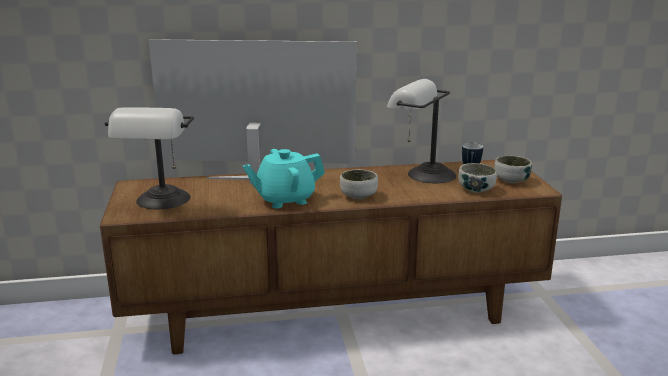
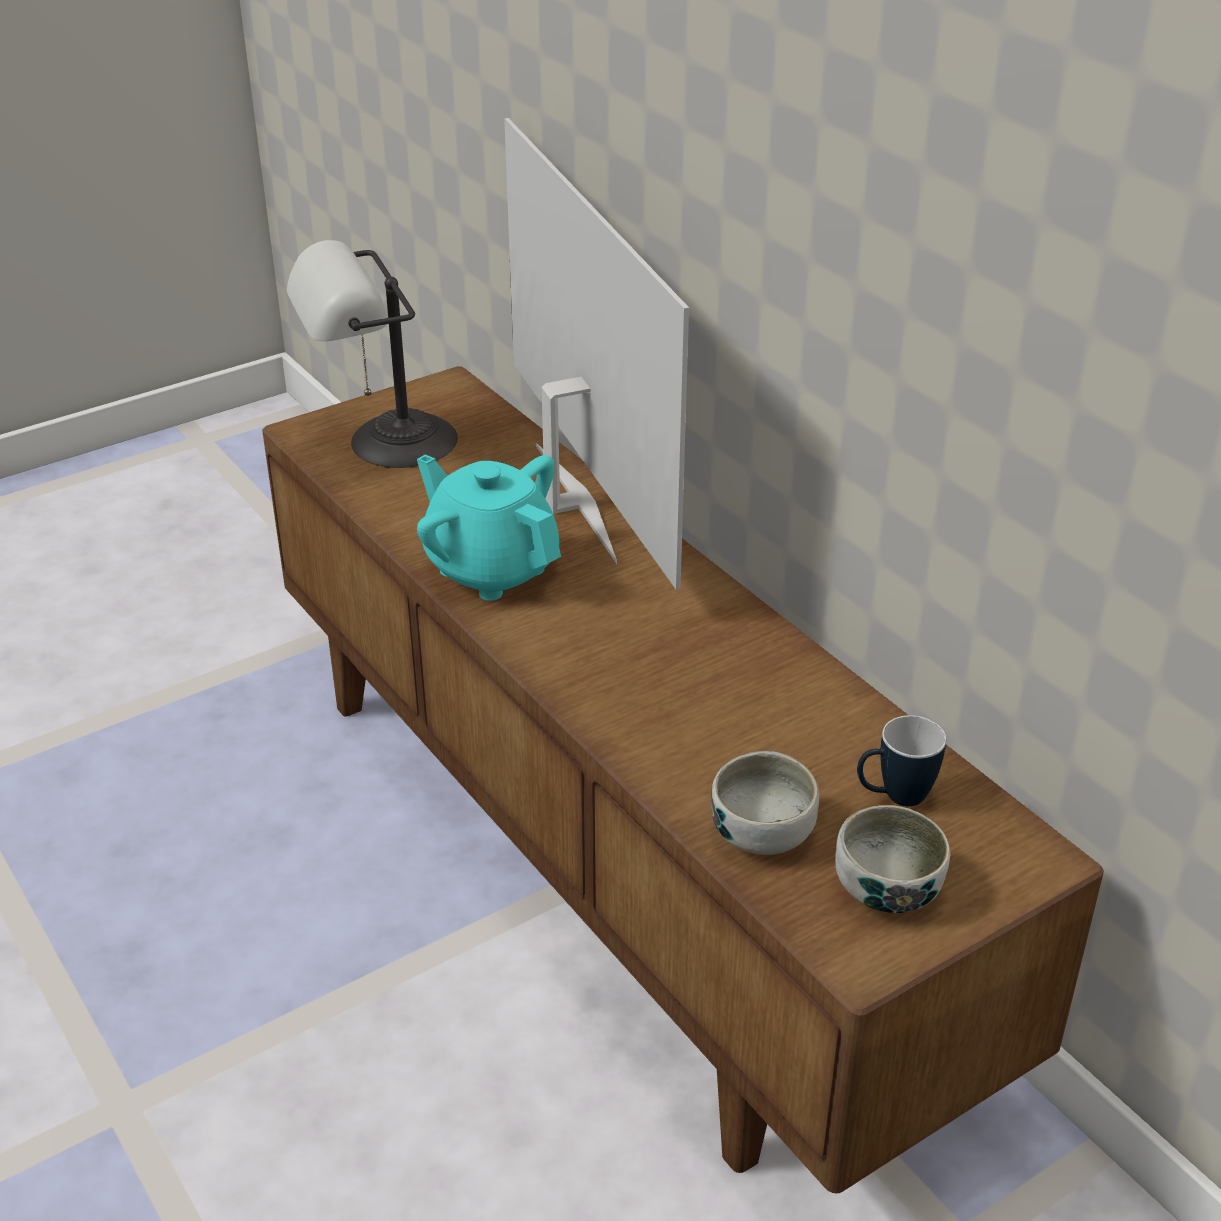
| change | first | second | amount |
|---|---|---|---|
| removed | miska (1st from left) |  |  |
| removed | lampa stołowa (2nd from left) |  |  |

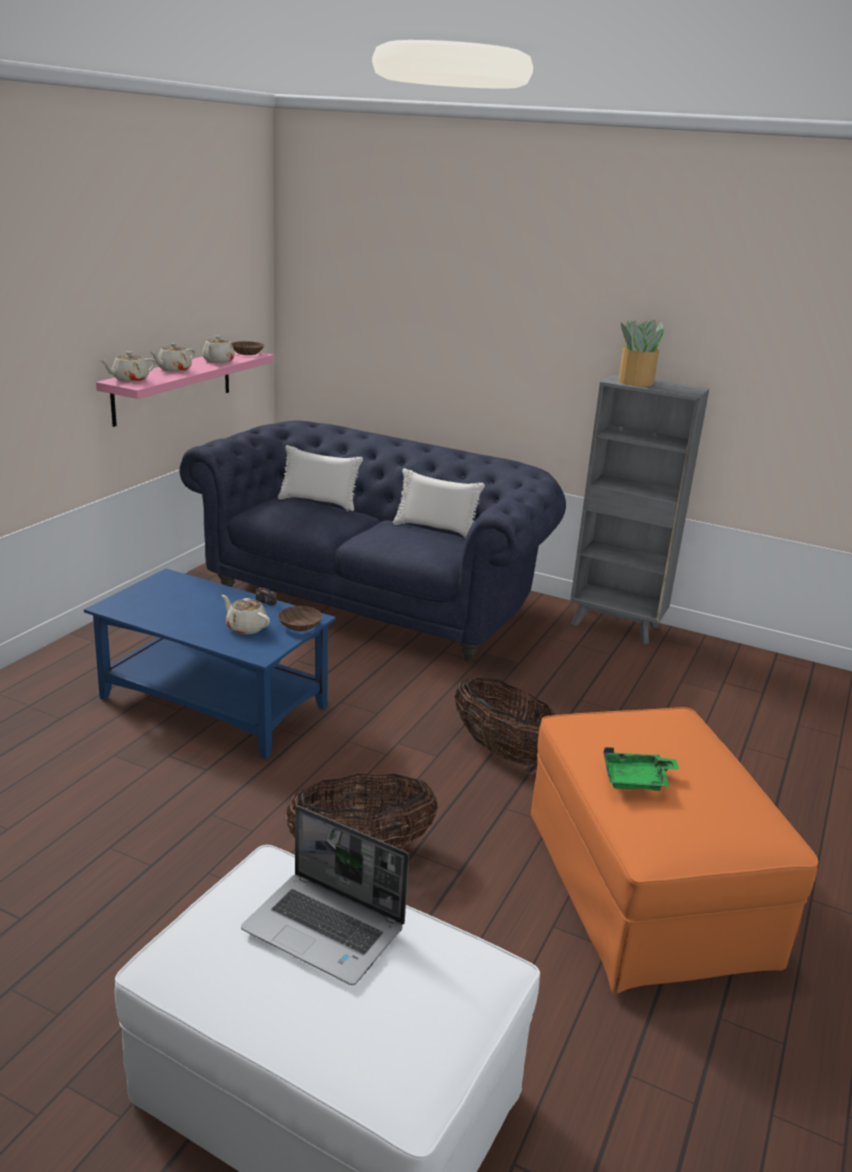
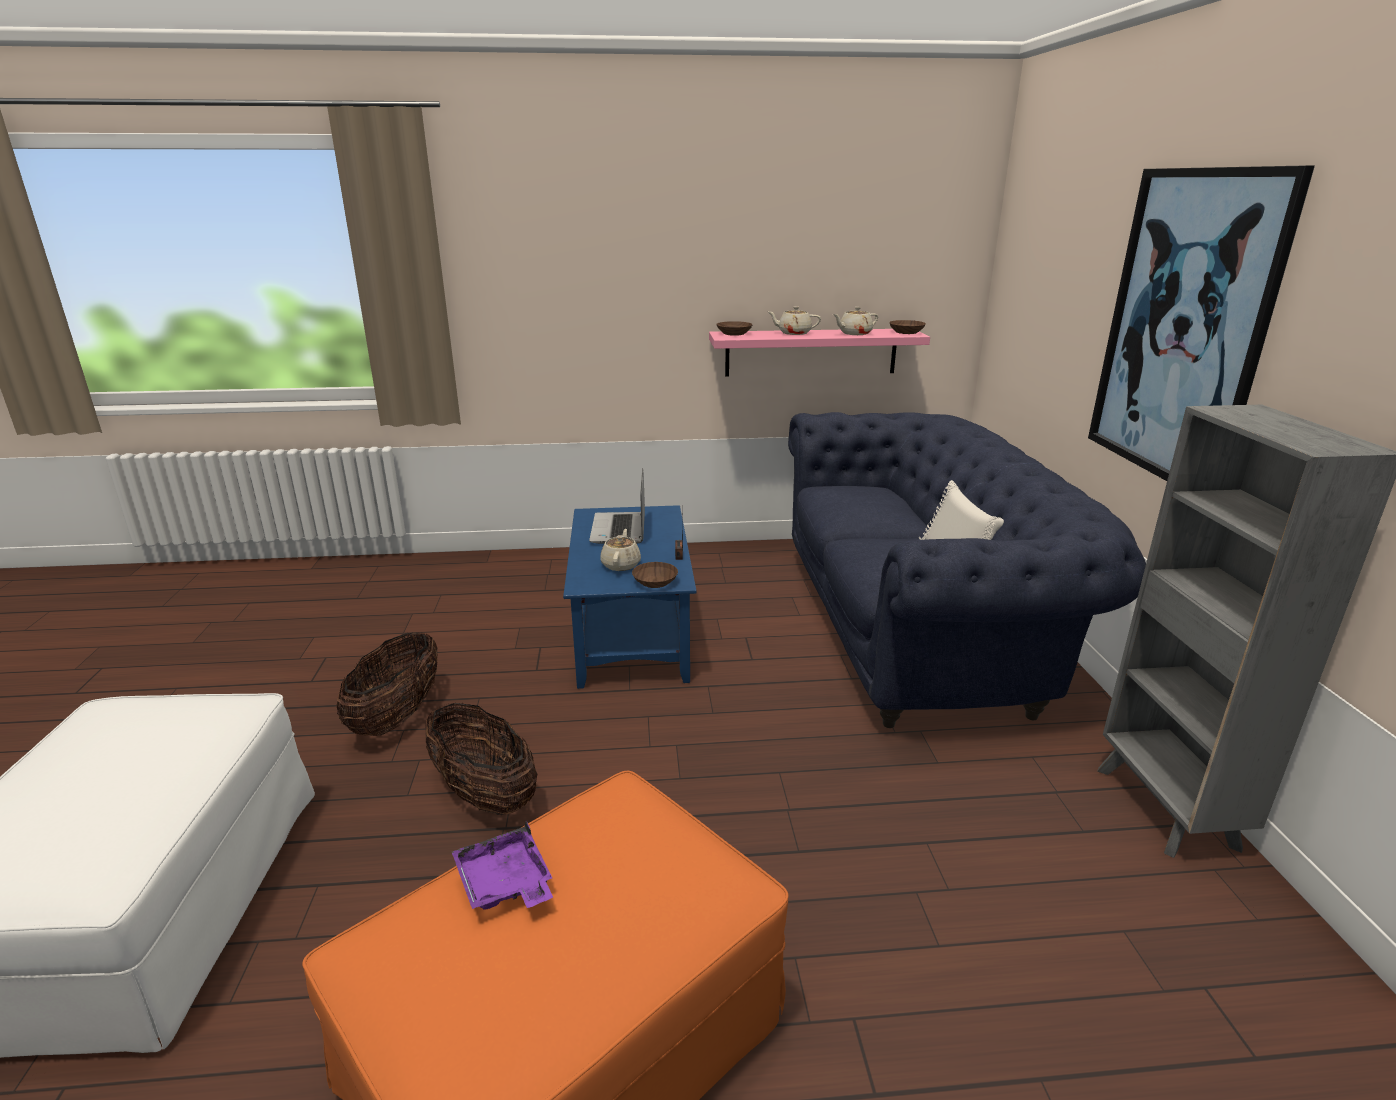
| change | first | second | amount |
|---|---|---|---|
| replaced | imbryk (beżowy) (1st from left) | miska (brązowy) (2nd from left) |  |
| moved | laptop |  |  |
| removed | poduszka (biały) (1st from left) |  |  |
| moved | koszyk (2nd from left in the first image) | koszyk (1st from left) |  |
| recoloured | taca (zielony) | taca (fioletowy) |  |
| removed | roślina doniczkowa |  |  |
| added |  | obraz |  |

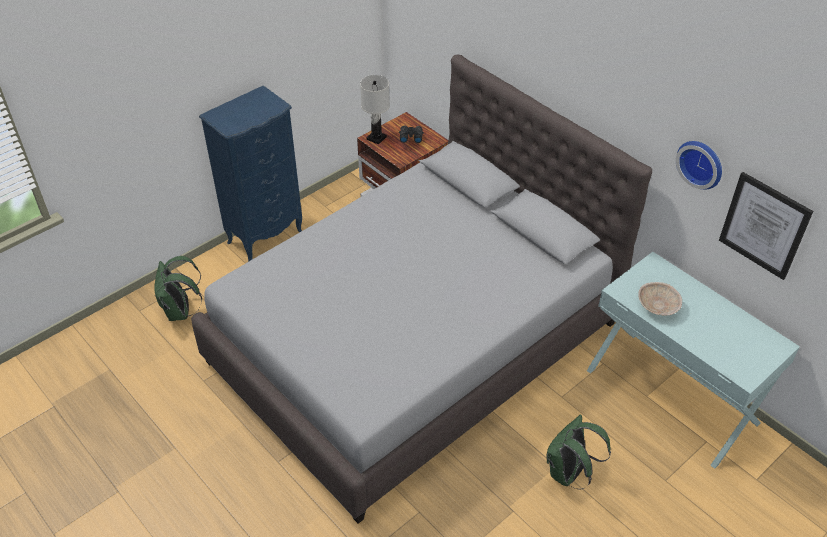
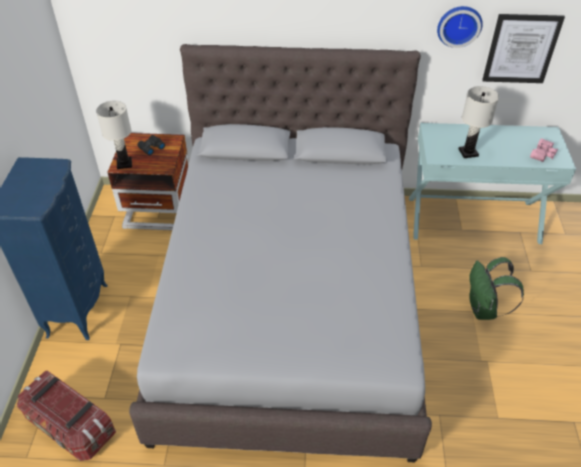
| change | first | second | amount |
|---|---|---|---|
| replaced | plecak (zielony) (1st from left) | pojemnik do przechowywania |  |
| replaced | miska (beżowy) | lampa stołowa (biały) (2nd from left) |  |
| added |  | lornetka (różowy) |  |

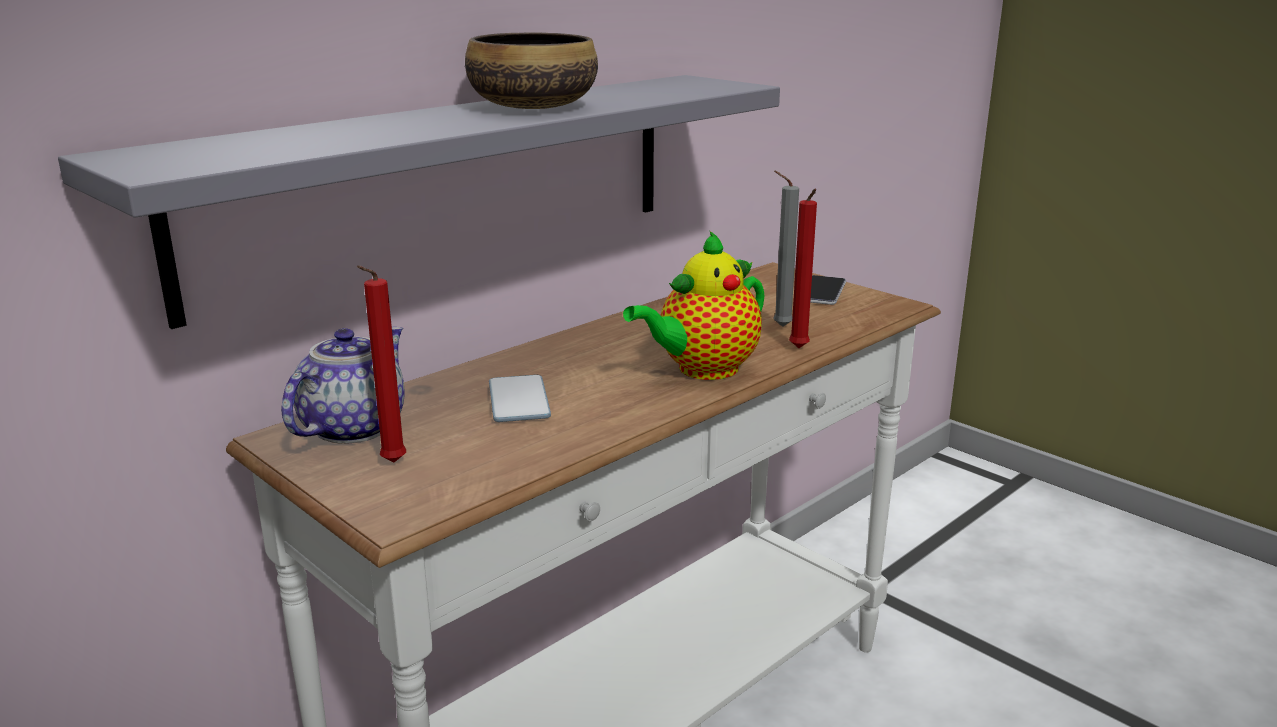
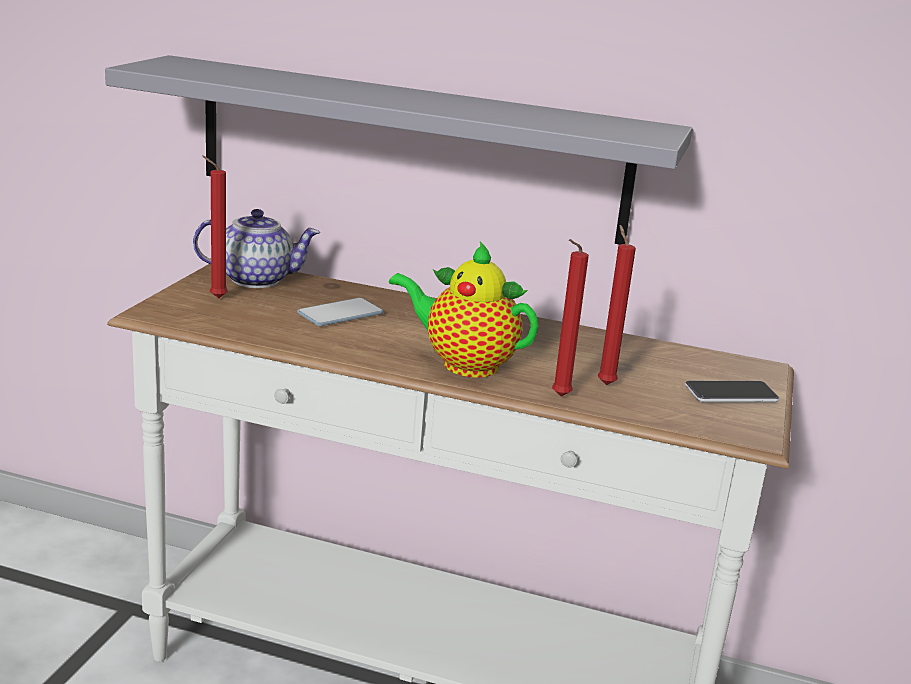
| change | first | second | amount |
|---|---|---|---|
| removed | miska |  |  |
| recoloured | świeca (szary) | świeca (czerwony) (3rd from left) |  |

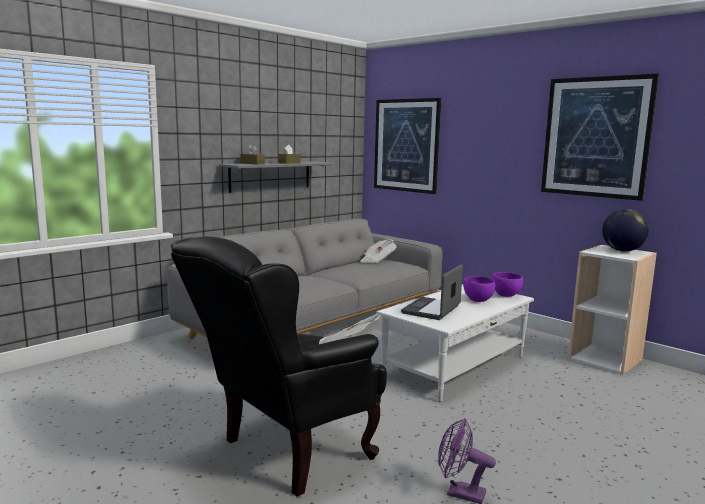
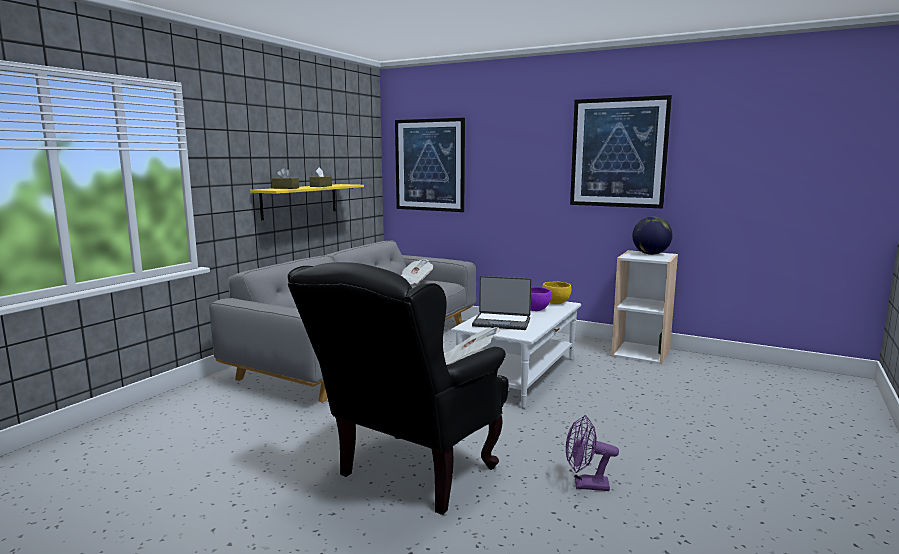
| change | first | second | amount |
|---|---|---|---|
| recoloured | półka (szary) | półka (żółty) |  |
| turned | laptop |  | 90 degrees counterclockwise |
| recoloured | miska (fioletowy) (2nd from left) | miska (żółty) |  |

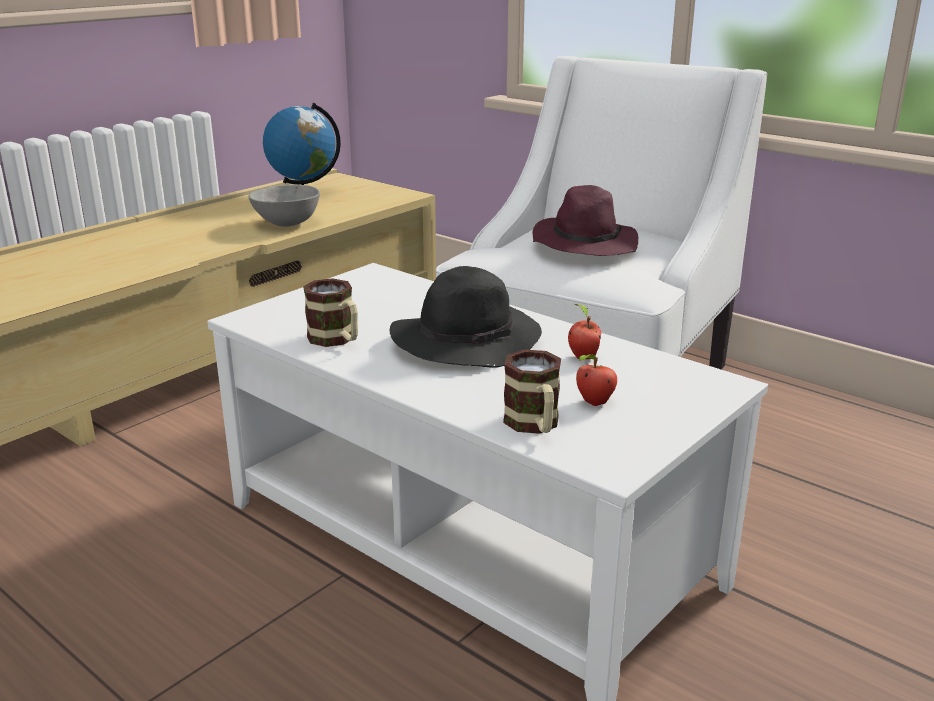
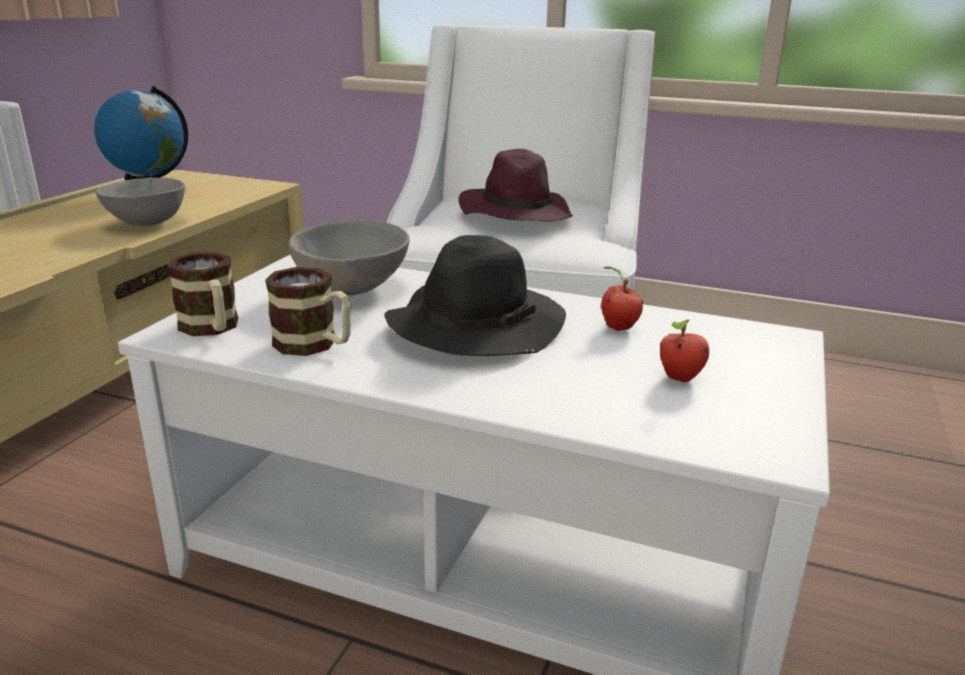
| change | first | second | amount |
|---|---|---|---|
| moved | kubek (2nd from left in the first image) | kubek (1st from left) |  |
| added |  | miska (szary) (2nd from left) |  |

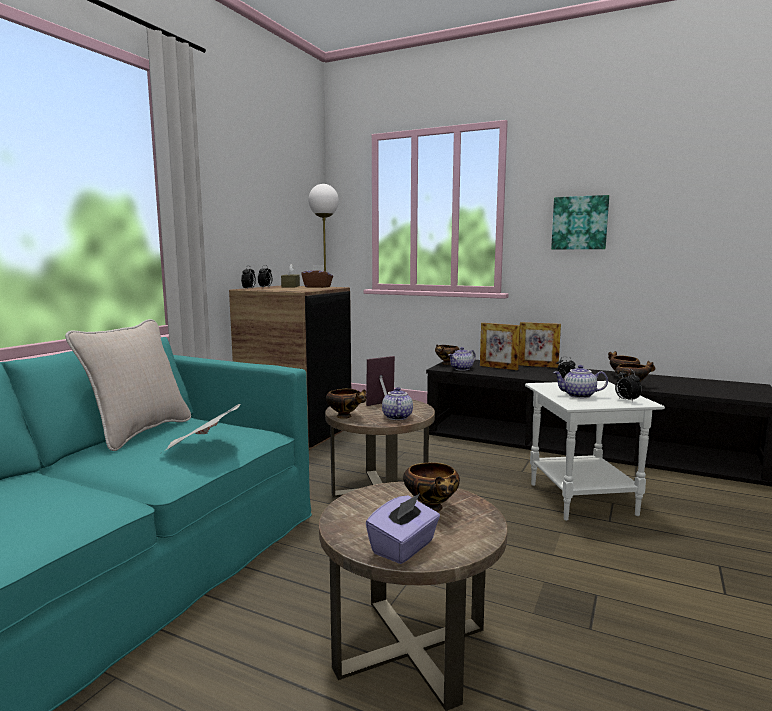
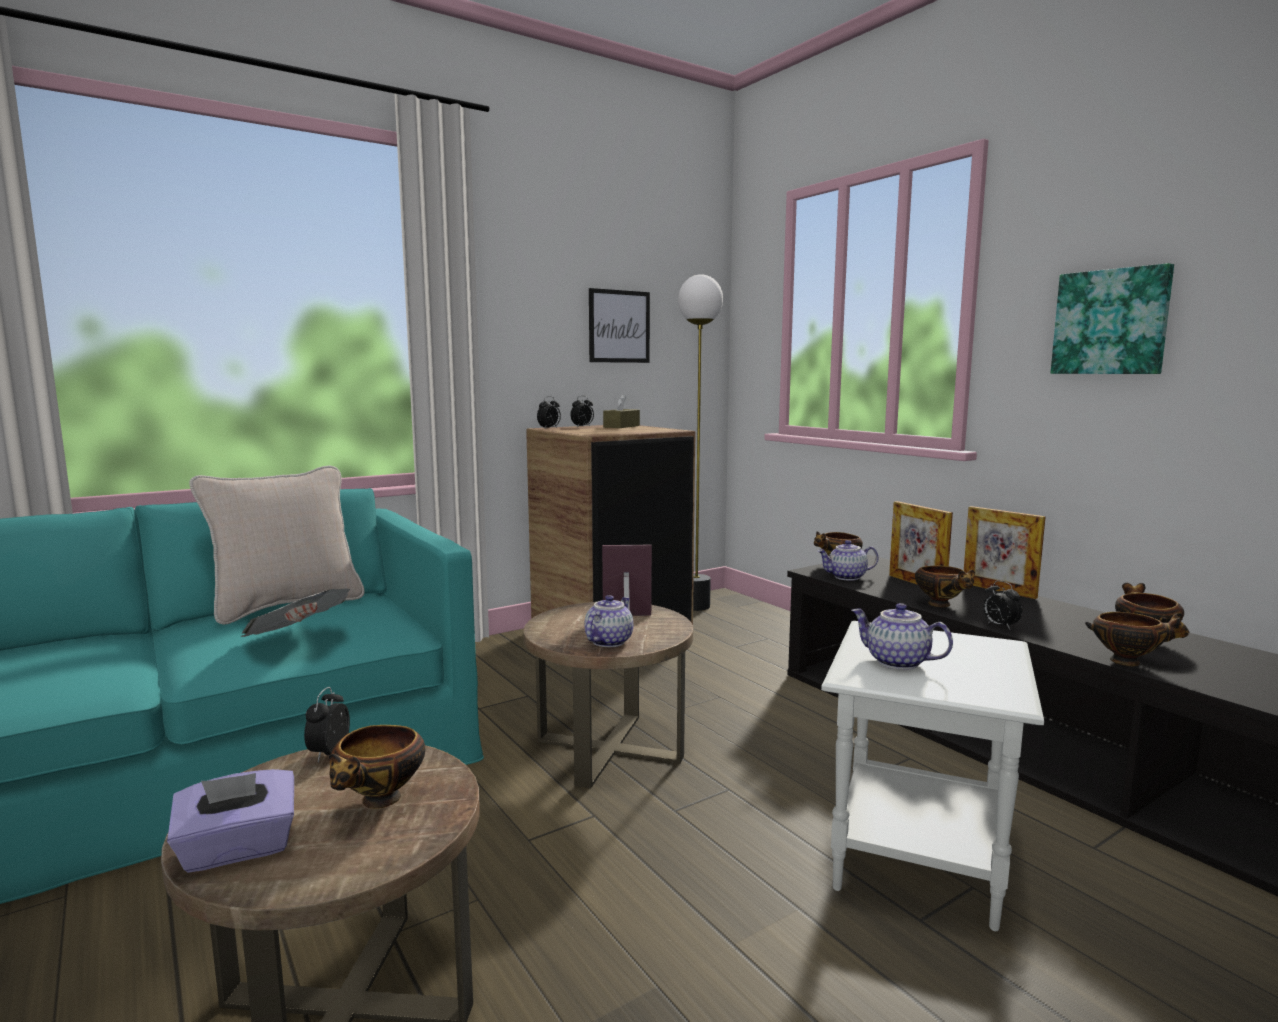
| change | first | second | amount |
|---|---|---|---|
| removed | pudełko chusteczek (brązowy) (2nd from left) |  |  |
| moved | miska (1st from left in the first image) | miska (3rd from left) |  |
| moved | budzik (4th from left in the first image) | budzik (1st from left) |  |
| added |  | obraz (1st from left) |  |

